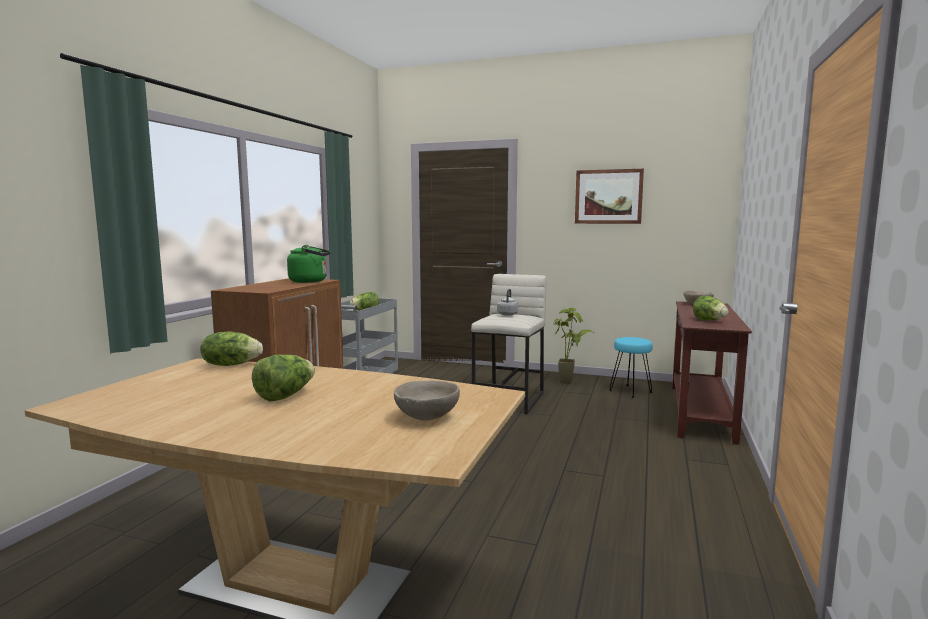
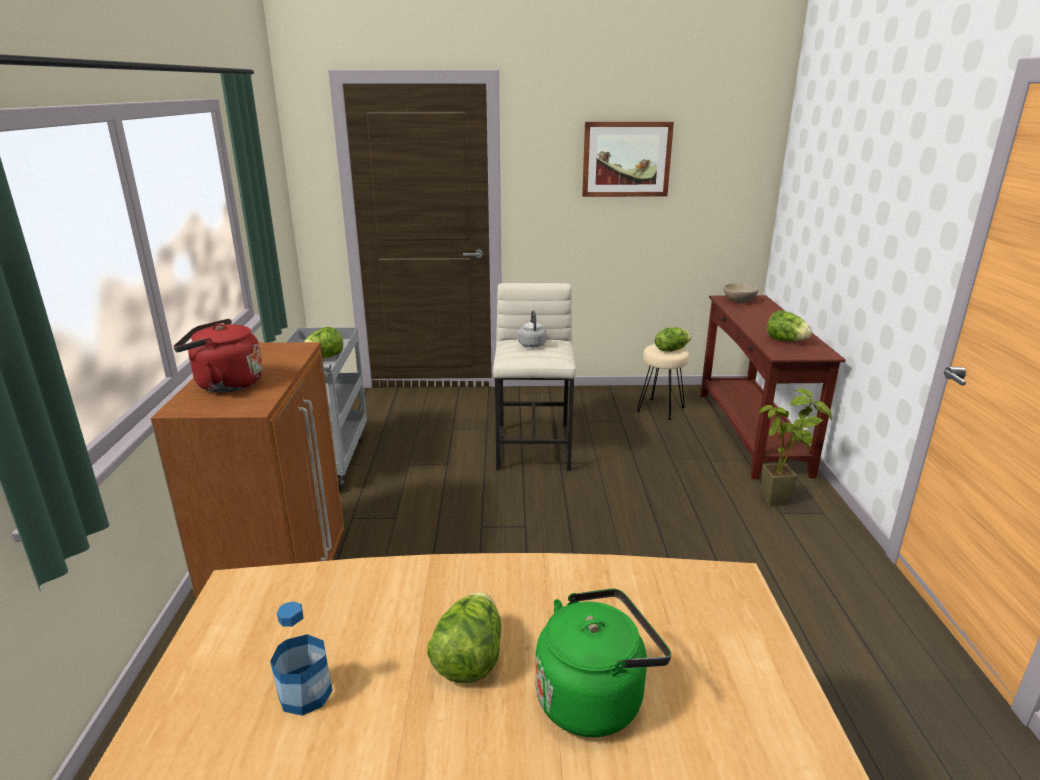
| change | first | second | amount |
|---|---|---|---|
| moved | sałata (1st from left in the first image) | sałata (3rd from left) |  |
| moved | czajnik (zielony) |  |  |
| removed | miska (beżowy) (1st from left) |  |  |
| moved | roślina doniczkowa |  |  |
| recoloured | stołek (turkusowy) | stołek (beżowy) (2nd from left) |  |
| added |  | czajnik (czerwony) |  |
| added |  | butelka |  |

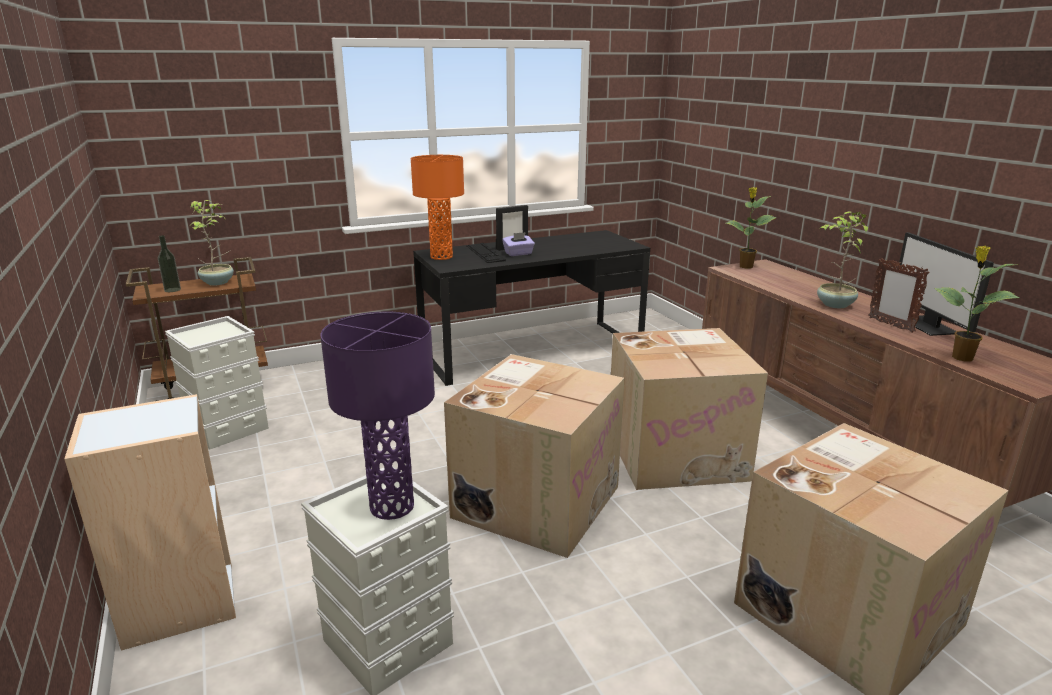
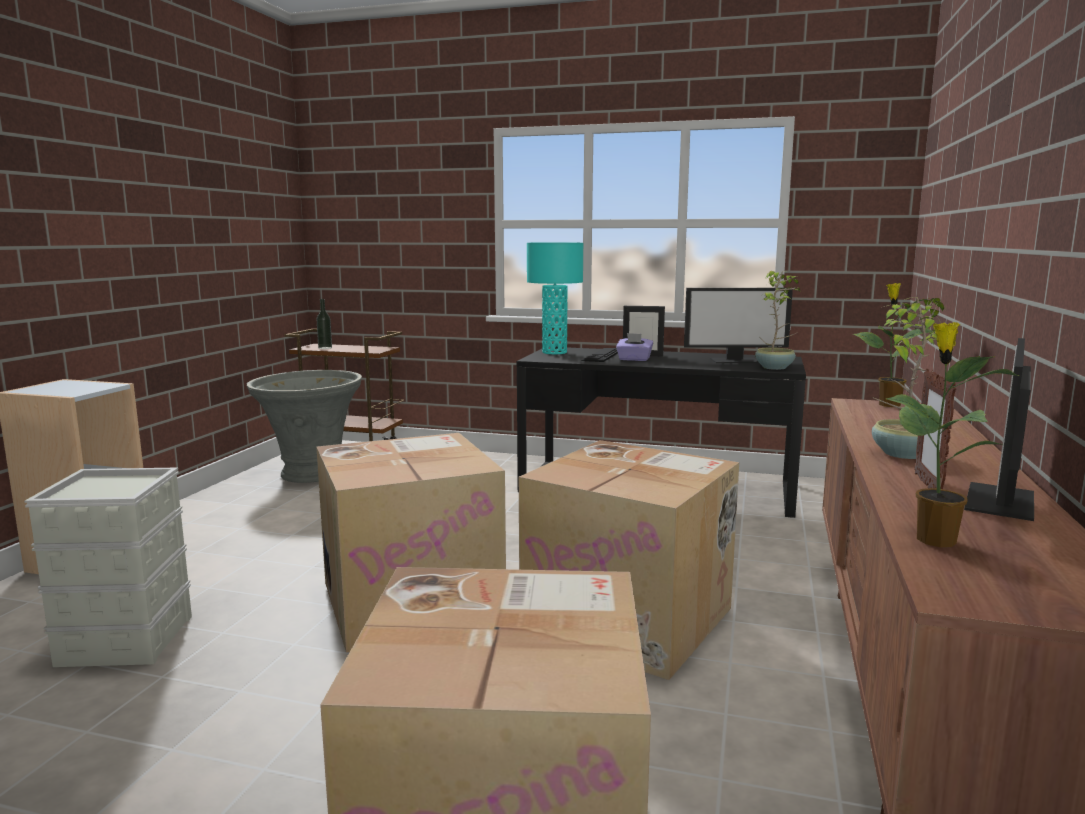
| change | first | second | amount |
|---|---|---|---|
| replaced | pojemnik do przechowywania (szary) (1st from left) | donica (szary) |  |
| moved | roślina doniczkowa (1st from left) |  |  |
| removed | lampa stołowa (fioletowy) |  |  |
| recoloured | lampa stołowa (pomarańczowy) | lampa stołowa (turkusowy) |  |
| added |  | monitor (1st from left) |  |

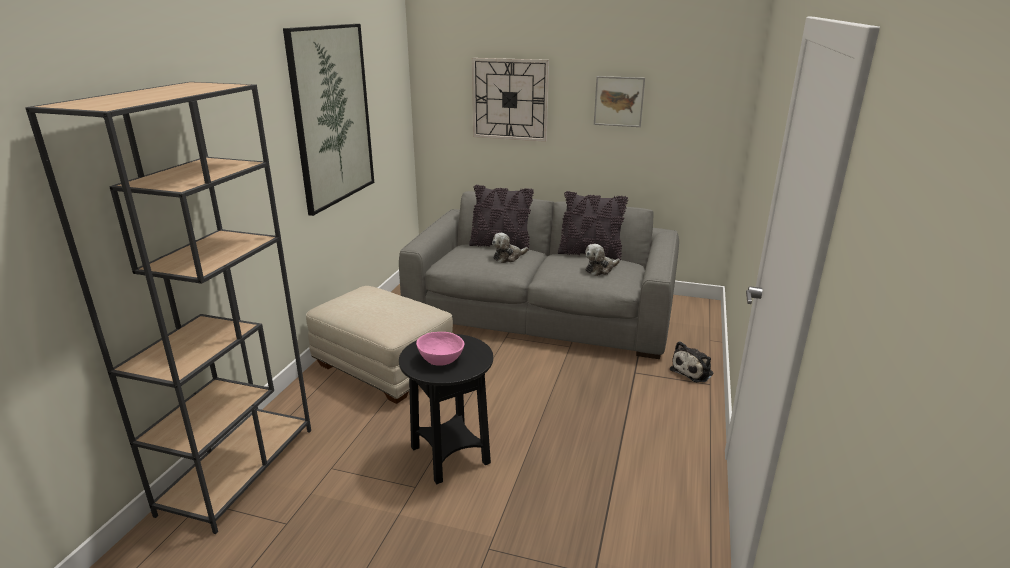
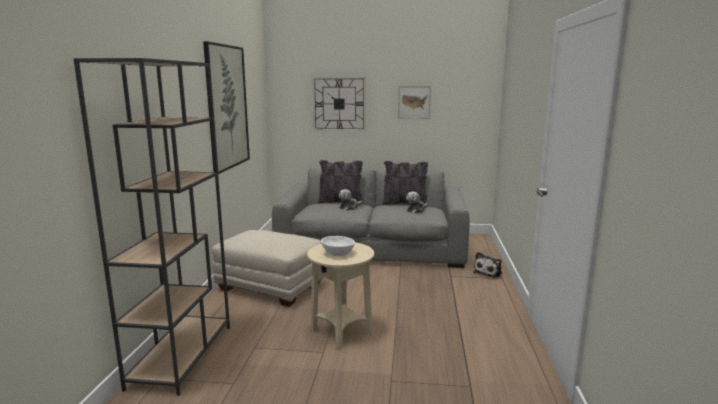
| change | first | second | amount |
|---|---|---|---|
| recoloured | stolik (czarny) | stolik (beżowy) |  |
| recoloured | miska (różowy) | miska (biały) |  |

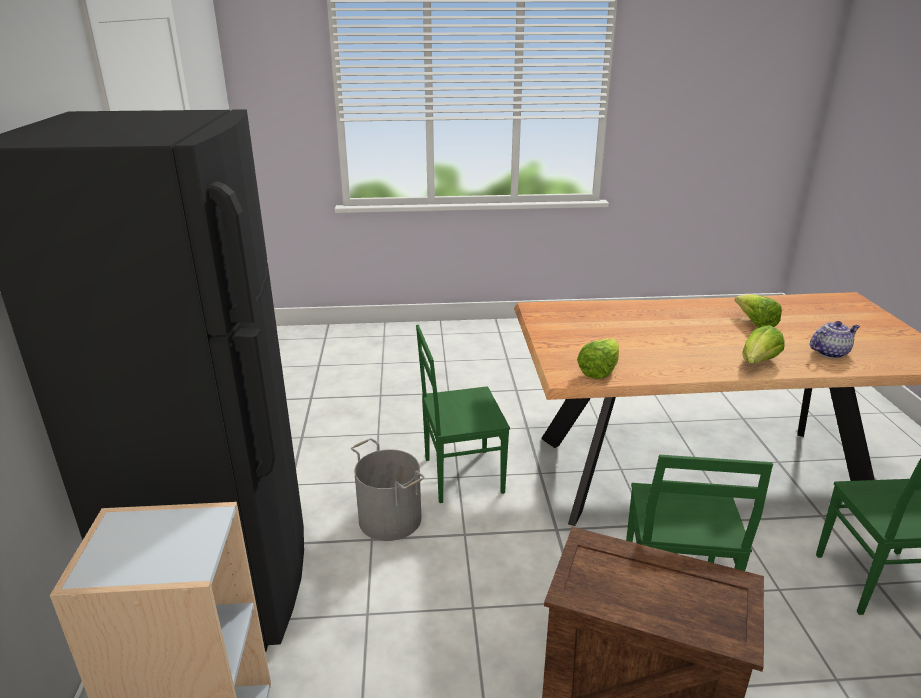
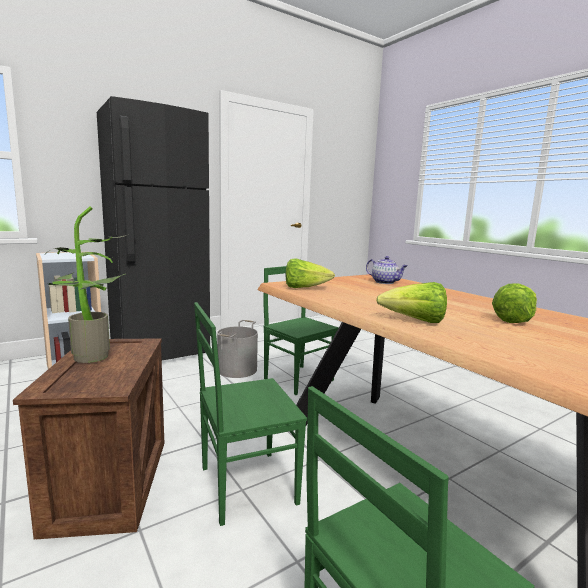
| change | first | second | amount |
|---|---|---|---|
| moved | imbryk |  |  |
| added |  | roślina doniczkowa |  |

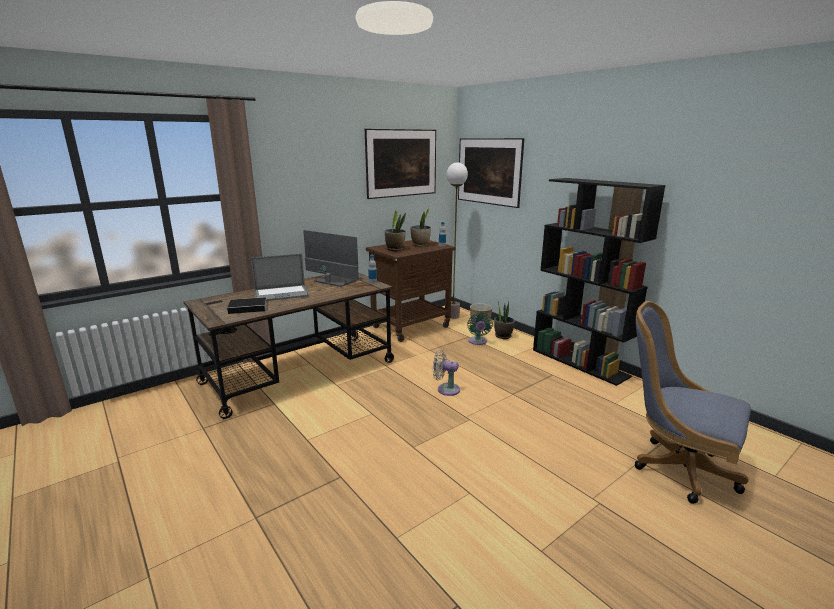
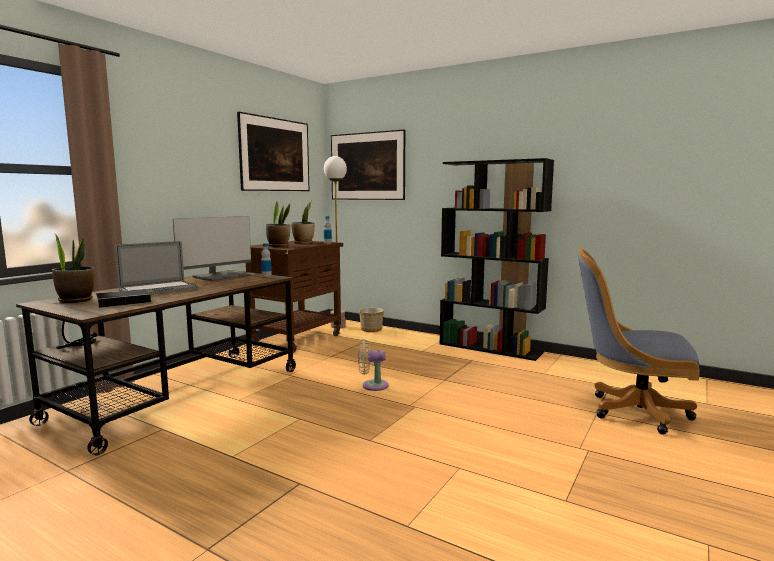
| change | first | second | amount |
|---|---|---|---|
| turned | monitor |  | 120 degrees clockwise |
| removed | wentylator (zielony) |  |  |
| moved | roślina doniczkowa (3rd from left in the first image) | roślina doniczkowa (1st from left) |  |

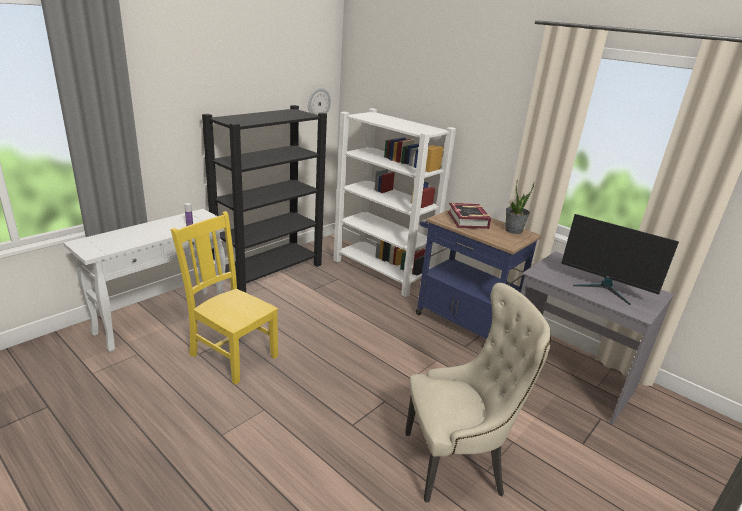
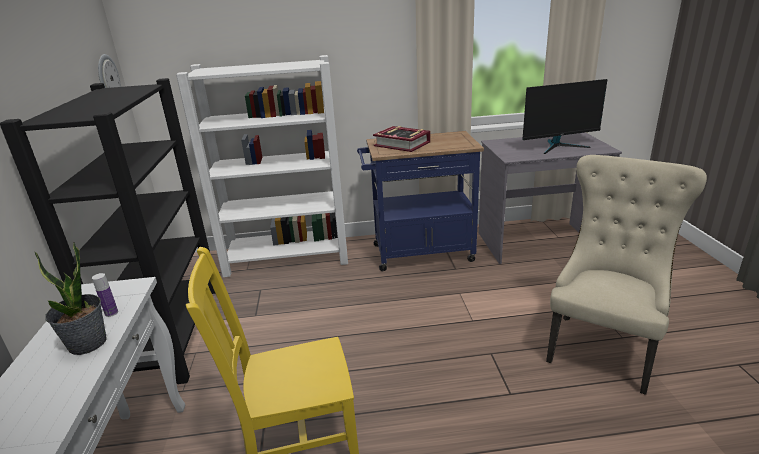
| change | first | second | amount |
|---|---|---|---|
| moved | roślina doniczkowa |  |  |

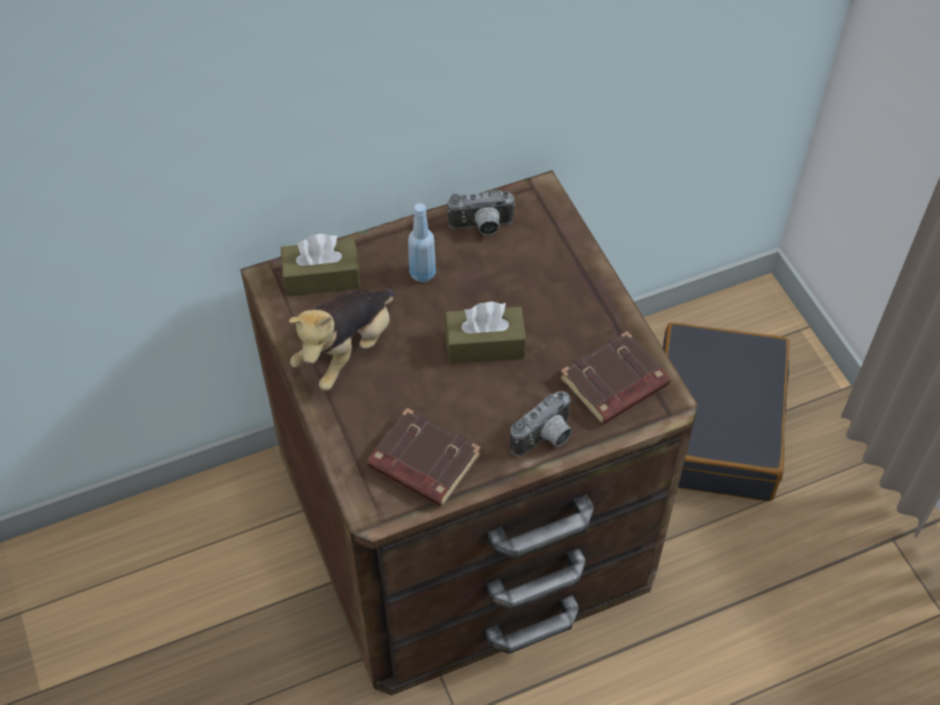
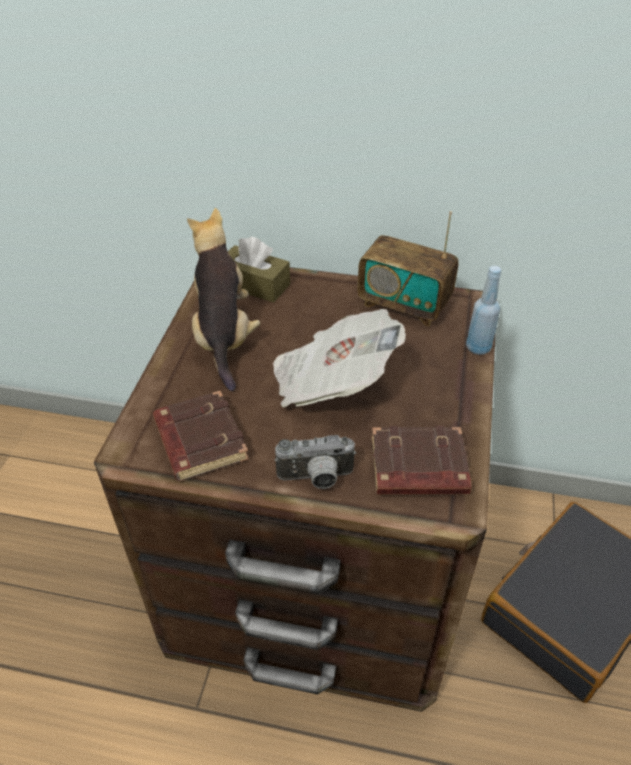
| change | first | second | amount |
|---|---|---|---|
| turned | pluszak |  | 105 degrees clockwise |
| moved | butelka (niebieski) |  |  |
| replaced | pudełko chusteczek (brązowy) (2nd from left) | gazeta |  |
| replaced | aparat fotograficzny (1st from left) | radio |  |

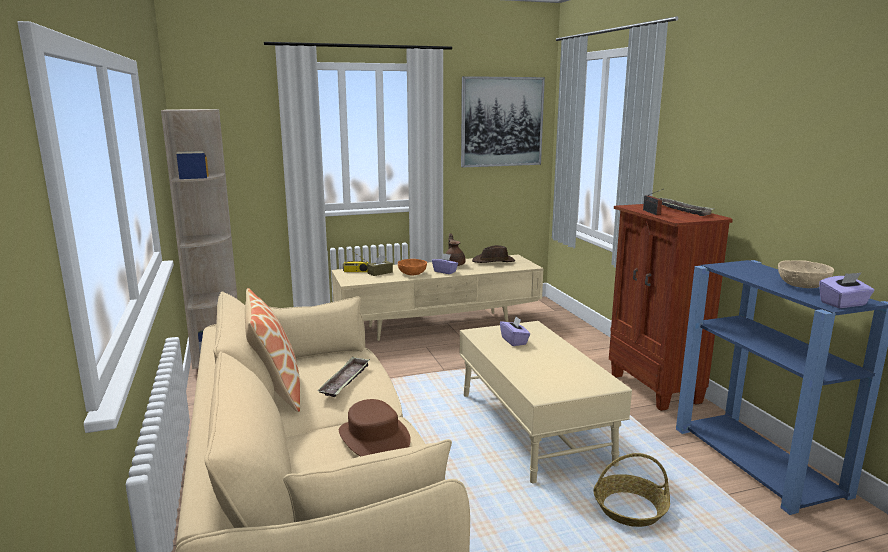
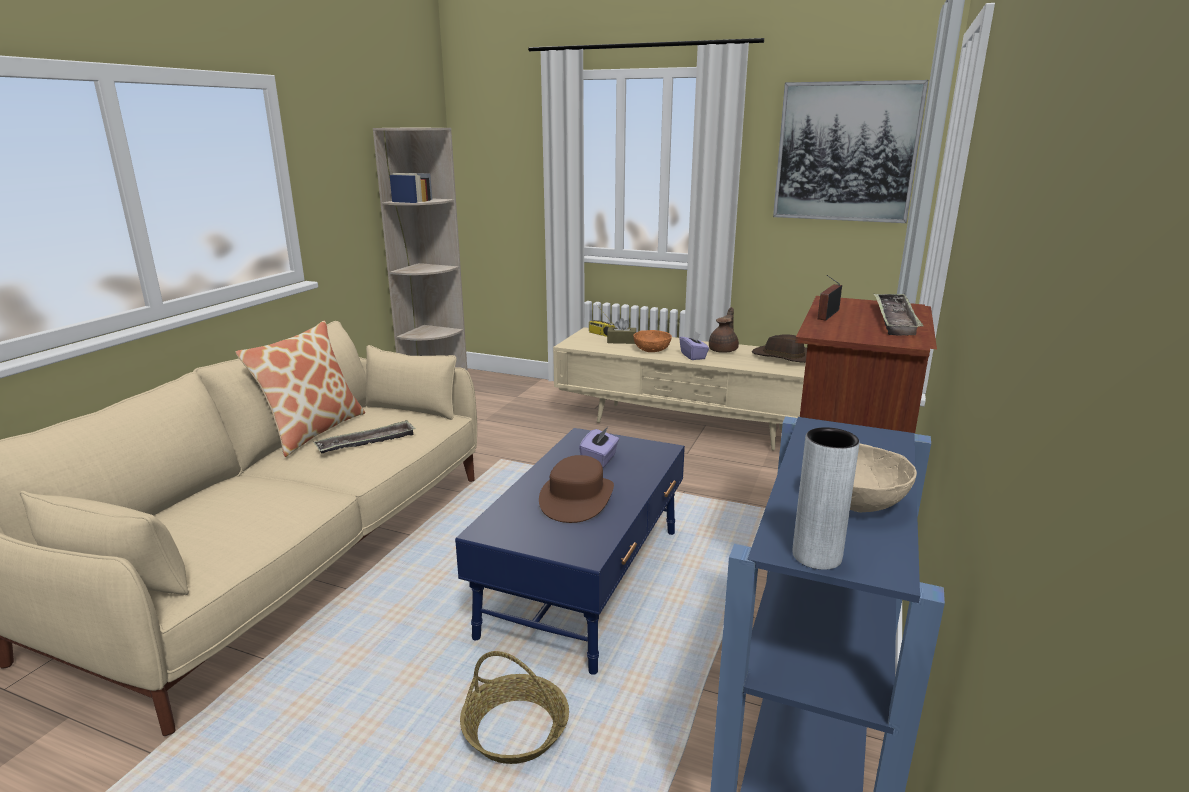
| change | first | second | amount |
|---|---|---|---|
| moved | kapelusz (brązowy) (1st from left) |  |  |
| recoloured | ława (beżowy) | ława (niebieski) |  |
| replaced | pudełko chusteczek (fioletowy) (3rd from left) | wazon (szary) |  |

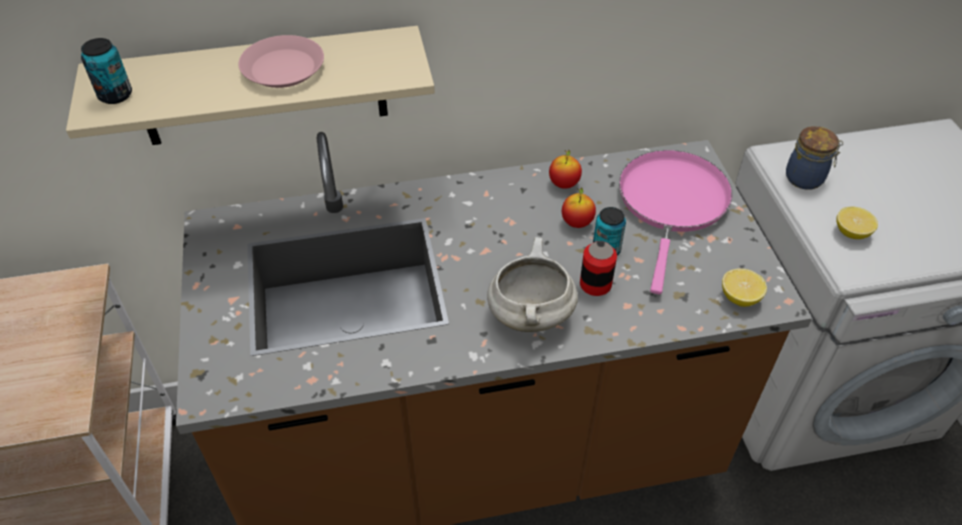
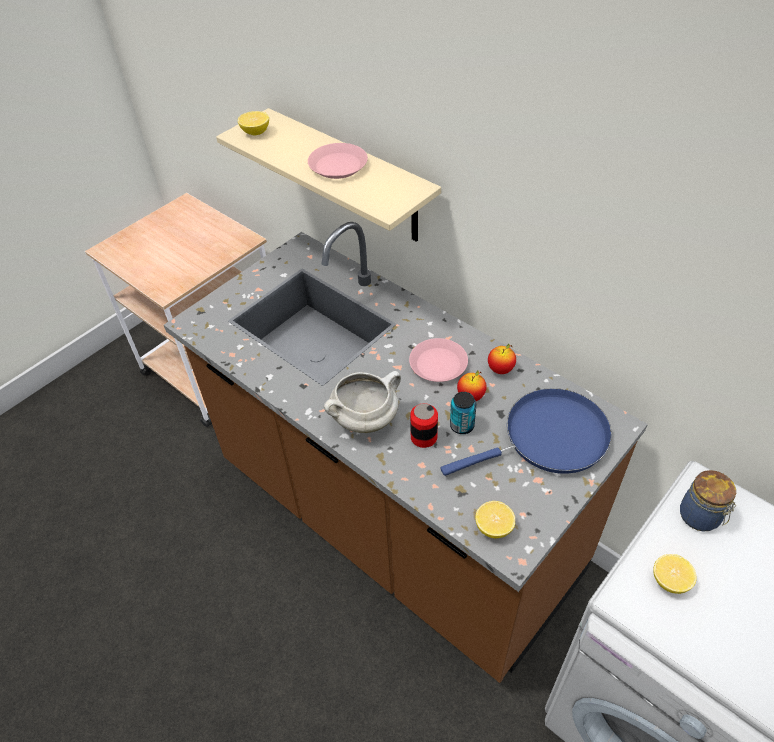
| change | first | second | amount |
|---|---|---|---|
| replaced | puszka (1st from left) | cytryna (1st from left) |  |
| recoloured | patelnia (różowy) | patelnia (niebieski) |  |
| added |  | talerz (różowy) (2nd from left) |  |

